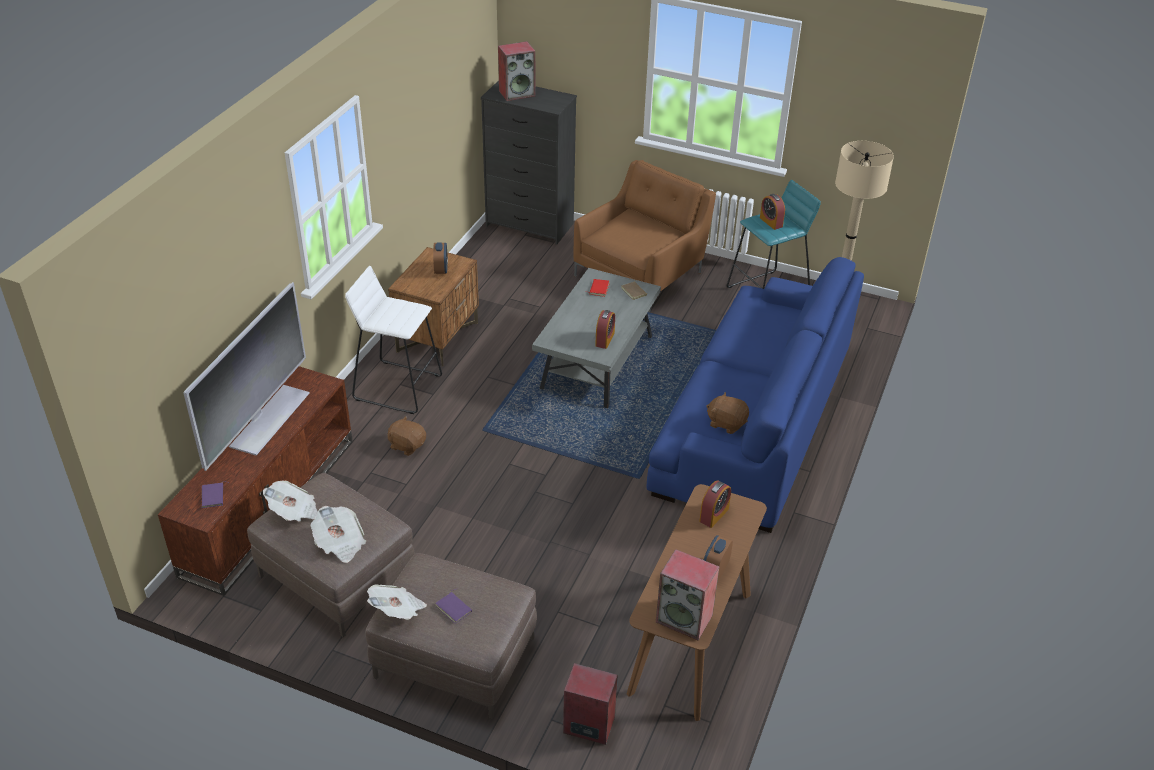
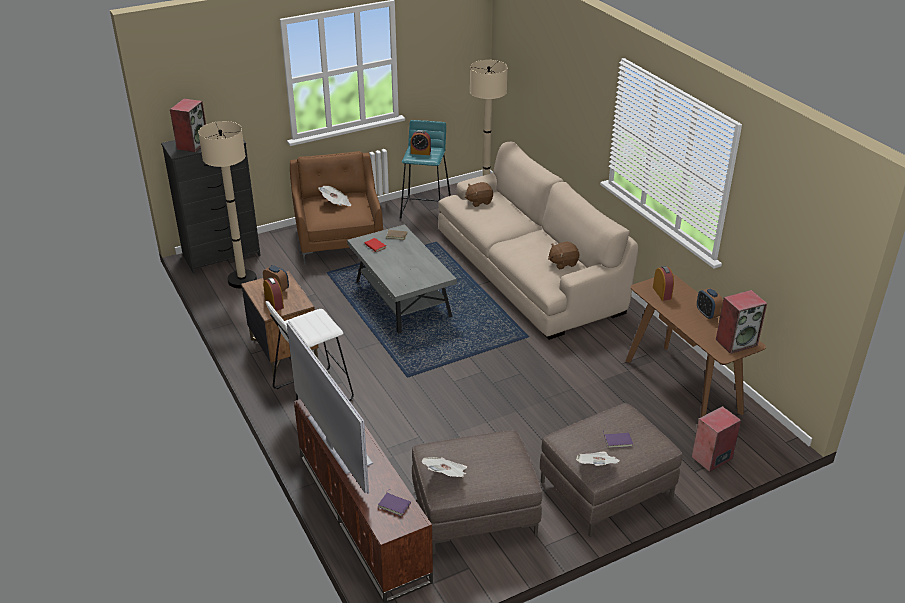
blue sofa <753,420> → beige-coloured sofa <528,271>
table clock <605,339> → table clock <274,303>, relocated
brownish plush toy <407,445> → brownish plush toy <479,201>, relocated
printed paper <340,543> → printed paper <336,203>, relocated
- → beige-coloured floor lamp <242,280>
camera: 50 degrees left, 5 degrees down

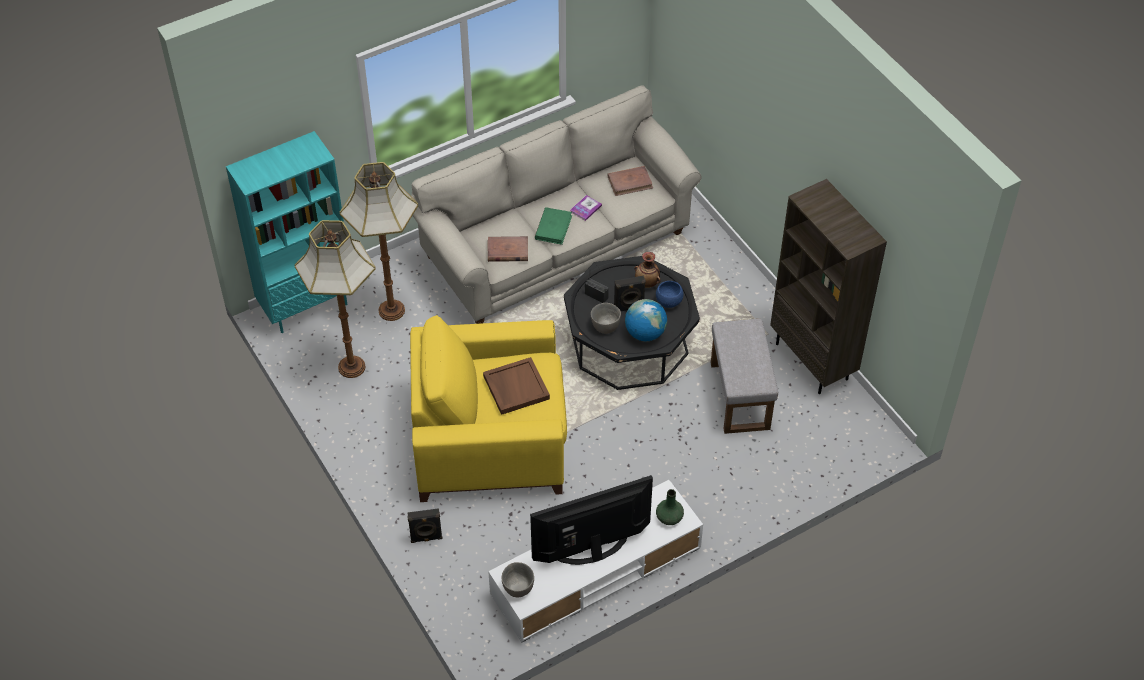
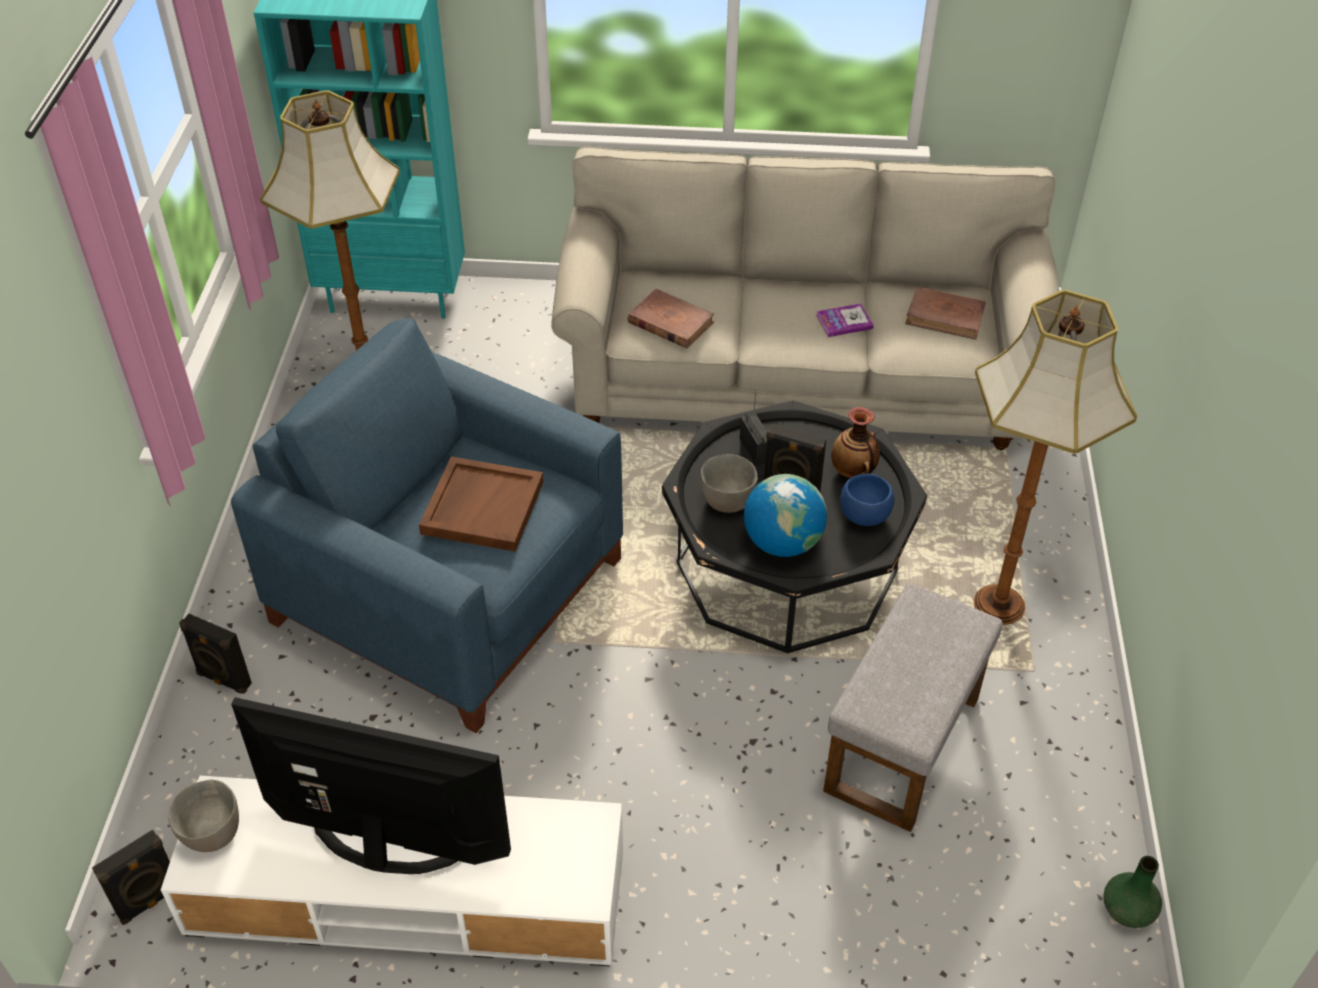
floor lamp <392,310> → floor lamp <1001,605>, relocated
brownish bookshelf <813,361> → -
green-coloured book <553,227> → -
yellowish easy chair <491,439> → blue easy chair <453,591>
green-coloured vase <669,517> → green-coloured vase <1128,909>, relocated
- → black audio speaker <150,902>
camera: 35 degrees right, 5 degrees down

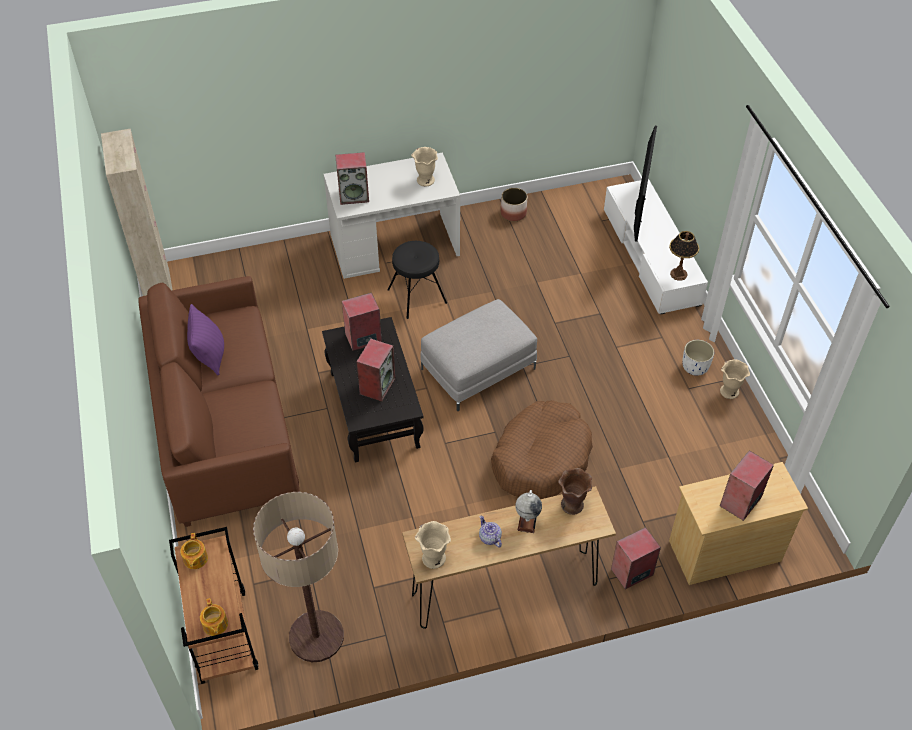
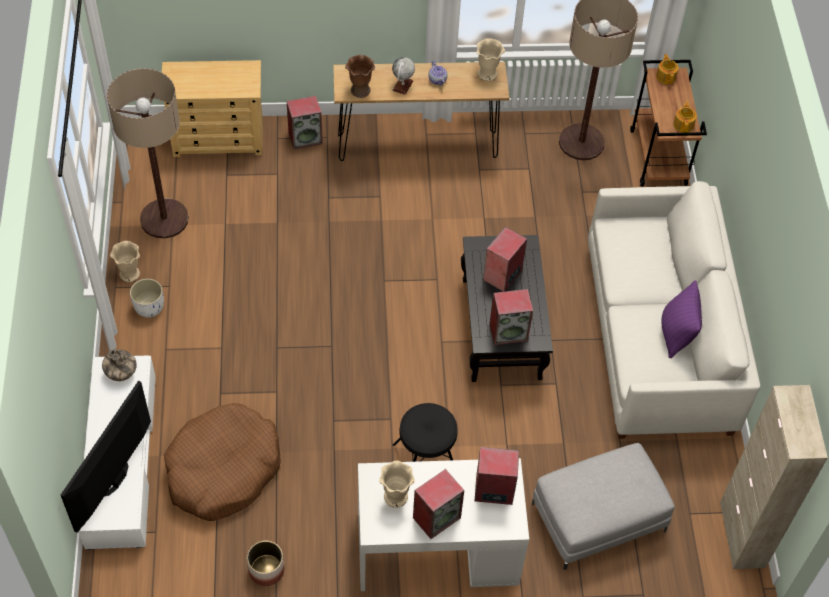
table lamp <678,274> → vase <121,373>
brownish sofa <225,428> → white sofa <658,339>
grey pouffe <478,368> → grey pouffe <598,518>, relocated
brownish dog cushion <541,458> → brownish dog cushion <223,469>, relocated
audio speaker <741,502> → audio speaker <436,517>, relocated
- → floor lamp <164,219>
camera: 170 degrees left, 5 degrees up

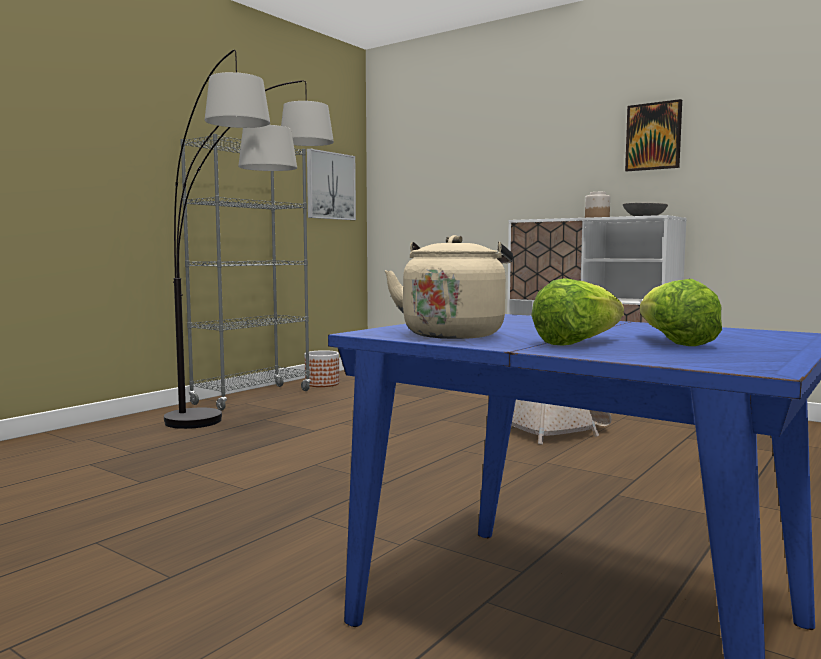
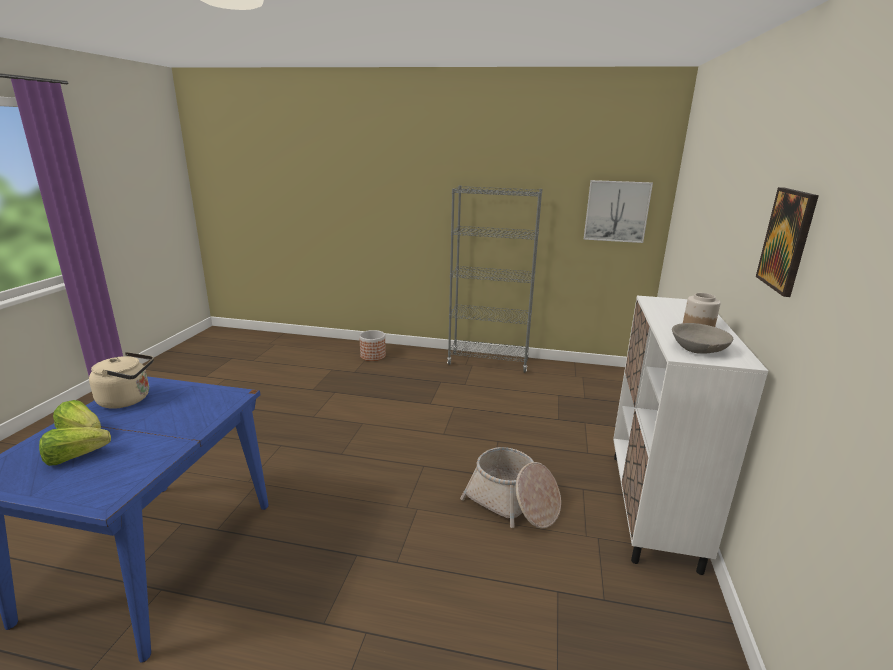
floor lamp <251,428> → -
planter <322,384> → planter <373,356>, relocated
camera: 65 degrees right, 15 degrees up

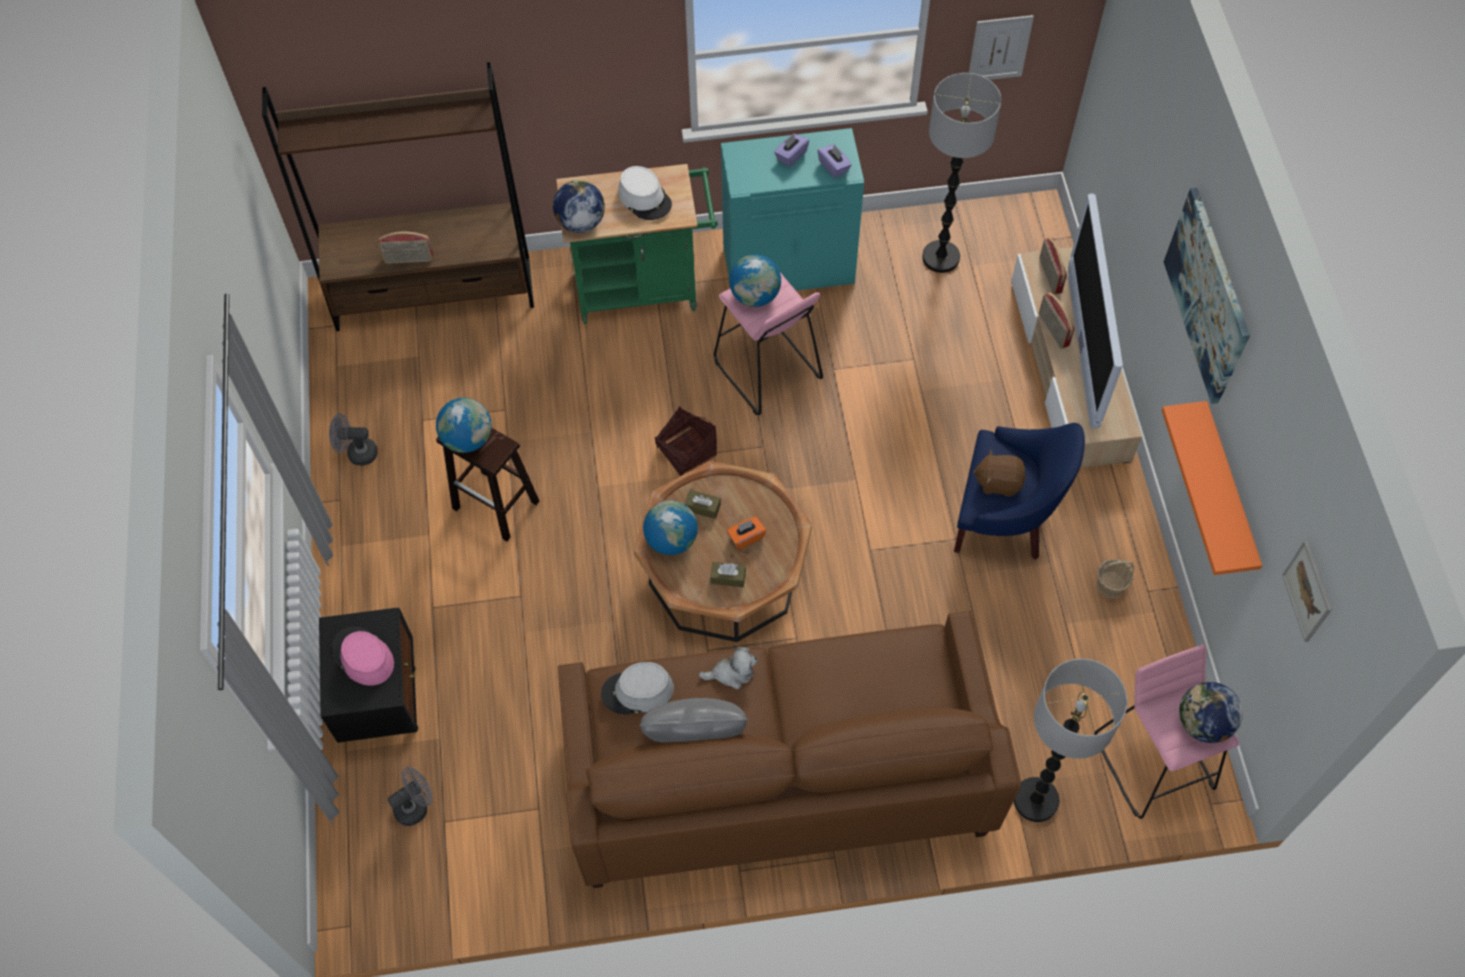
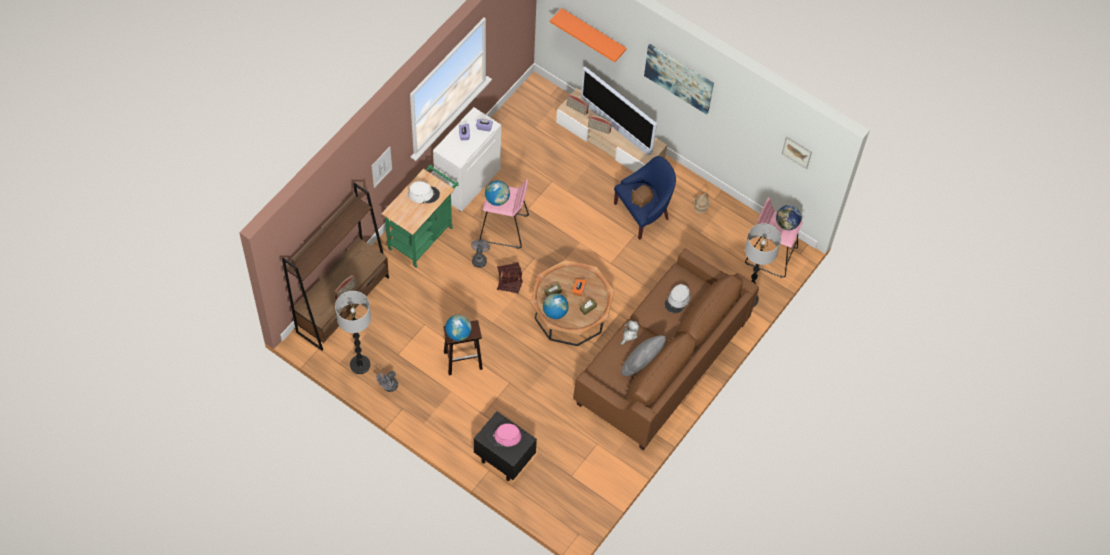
wall art <999,48> → wall art <381,167>, relocated
floor lamp <941,257> → floor lamp <360,365>, relocated
turquoise-coloured cabinet <789,265> → white cabinet <467,181>
globe <580,222> → -
orangey wall shelf <1228,492> → orangey wall shelf <593,33>, relocated
grey wearable hat <637,691> → grey wearable hat <677,300>, relocated
grey fan <415,806> → grey fan <479,259>, relocated
camera: 50 degrees left, 0 degrees up

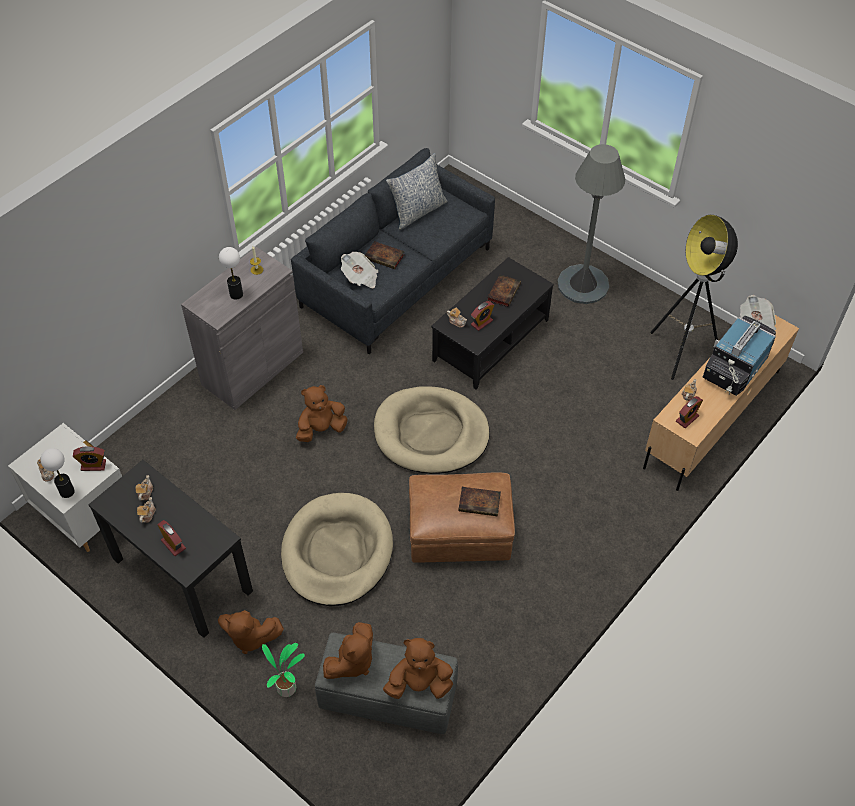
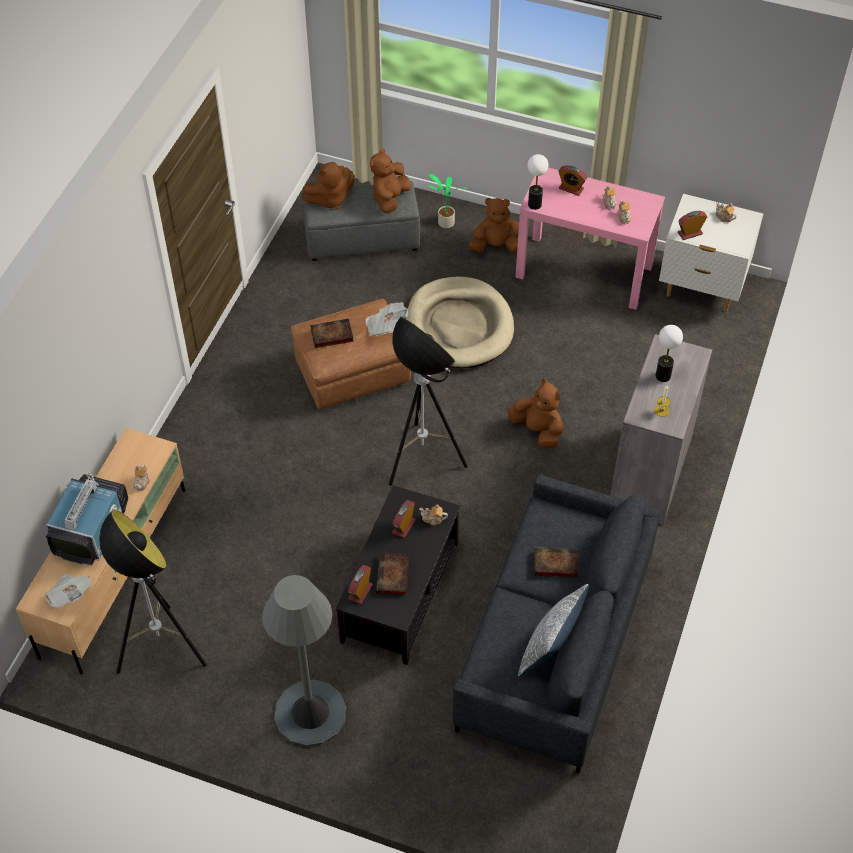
printed paper <360,277> → printed paper <385,327>, relocated
brownish plush toy <321,429> → brownish plush toy <537,430>, 90 degrees counterclockwise
beige-coloured dog cushion <431,433> → floor lamp <421,460>
table clock <687,419> → table clock <360,592>, relocated
table lamp <67,492> → table lamp <534,204>, relocated
black hall table <181,574> → pink-coloured hall table <584,271>
camera: 160 degrees right, 0 degrees up

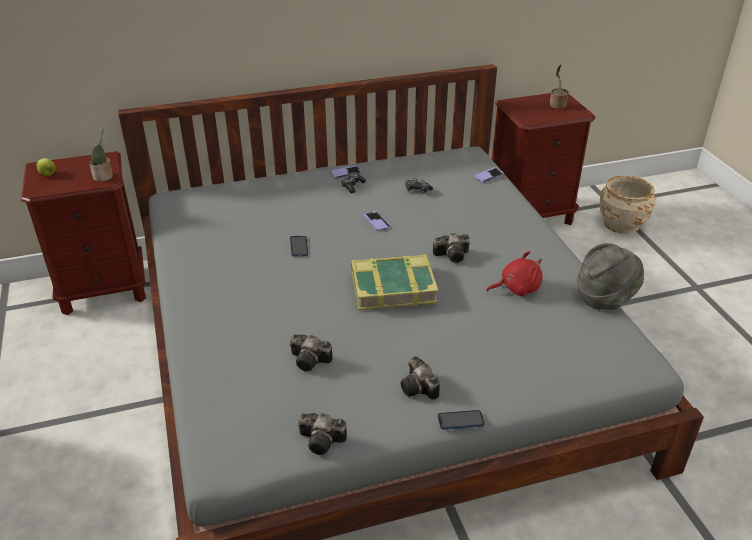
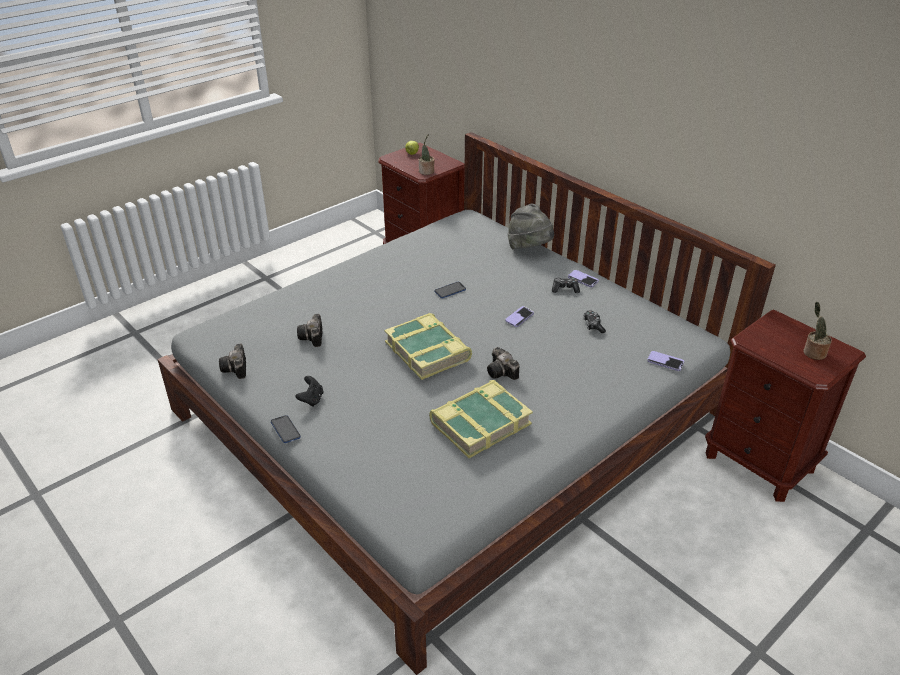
beige-coloured planter <622,224> → -
grey wearable hat <605,298> → grey wearable hat <529,249>, relocated
reddish plush toy <517,288> → book <479,423>
photo camera <419,389> → black joypad <311,399>
camera: 65 degrees right, 0 degrees up

